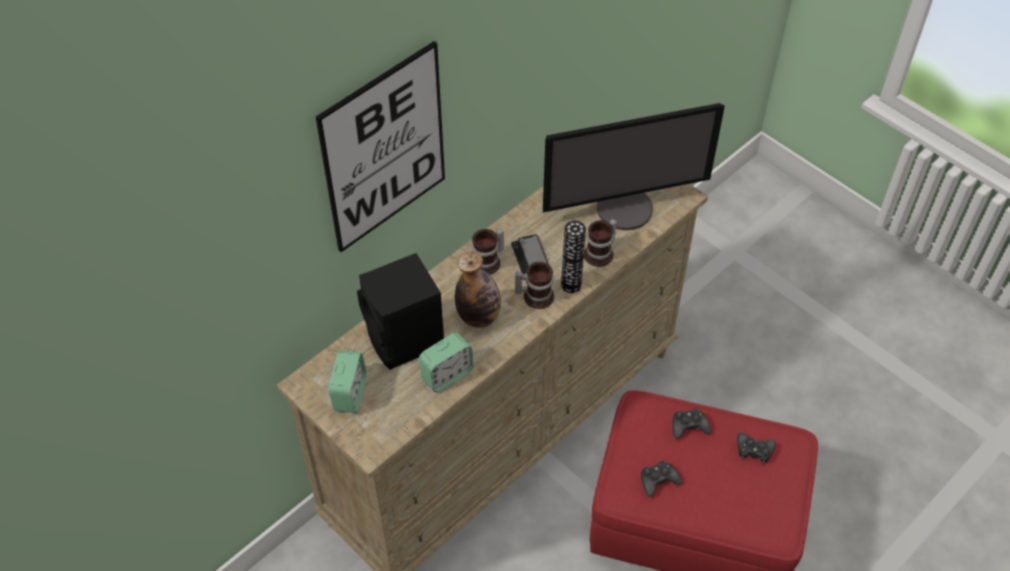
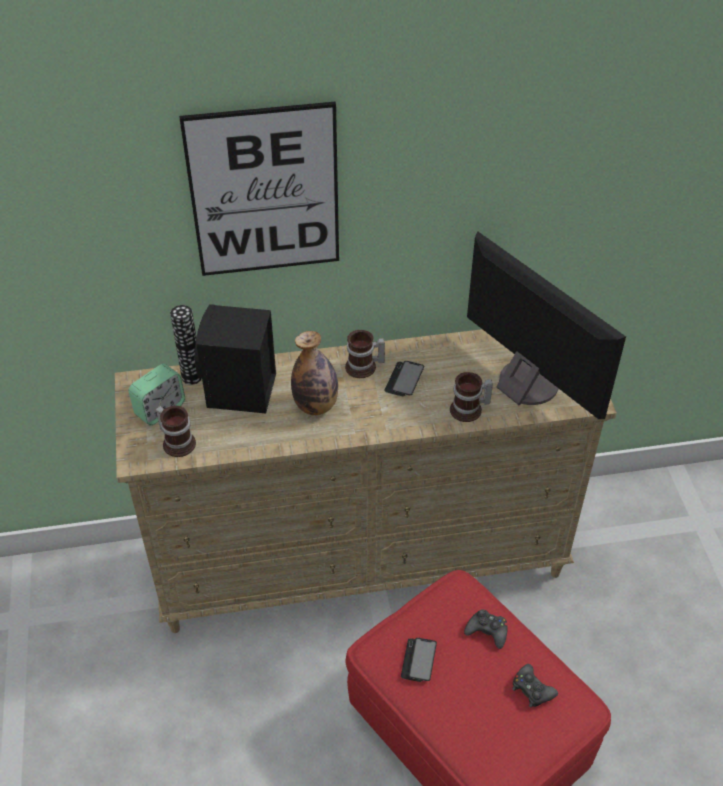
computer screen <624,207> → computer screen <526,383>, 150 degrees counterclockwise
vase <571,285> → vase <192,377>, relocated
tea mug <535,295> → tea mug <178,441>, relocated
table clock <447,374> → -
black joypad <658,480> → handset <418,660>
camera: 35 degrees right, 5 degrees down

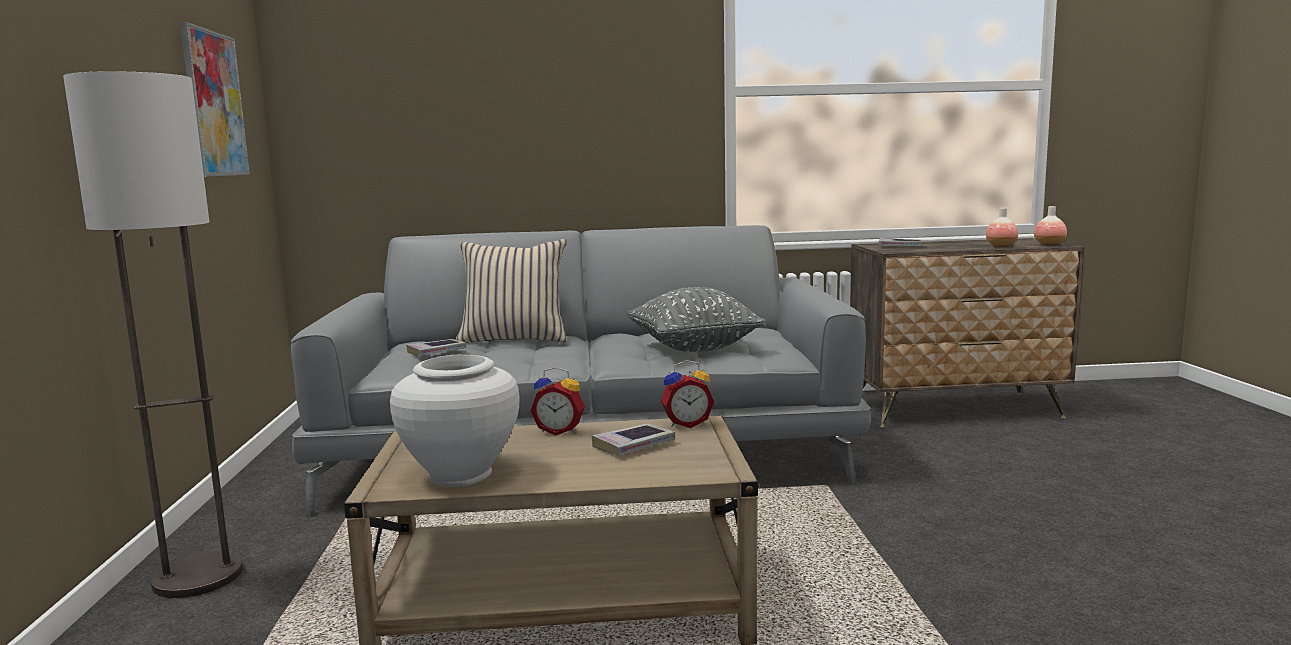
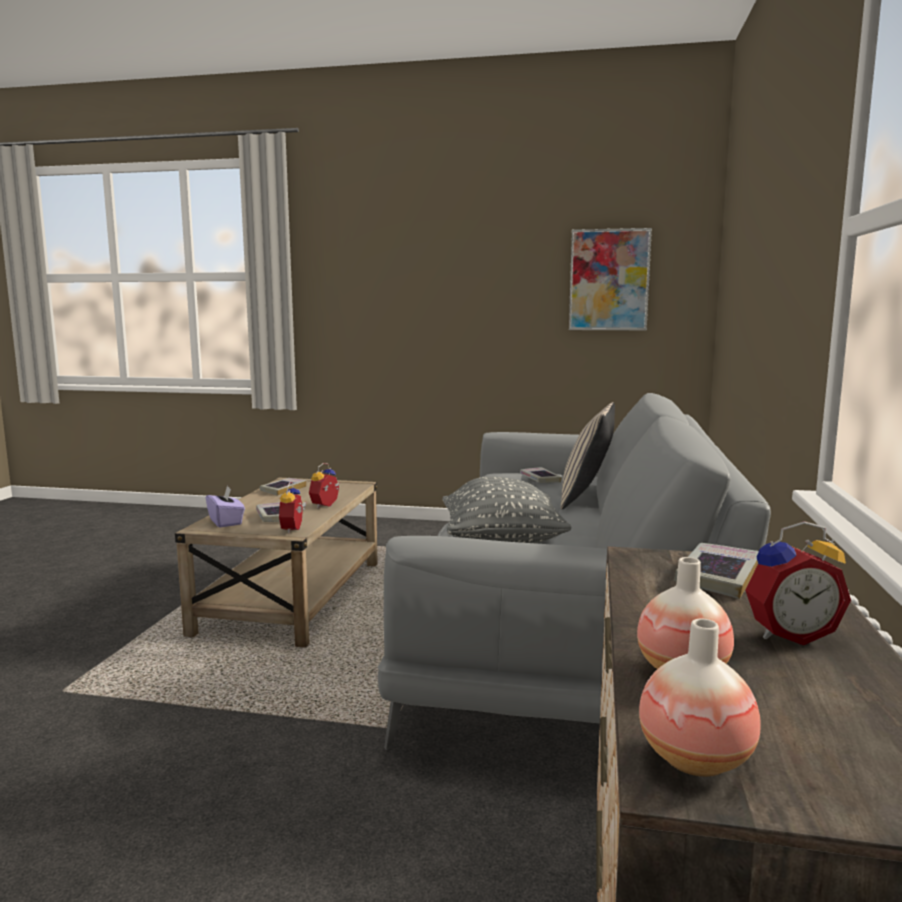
floor lamp <198,577> → -
white vase <460,475> → book <283,489>
- → purple-coloured box of tissues <226,522>
- → table clock <789,634>
camera: 105 degrees right, 0 degrees up

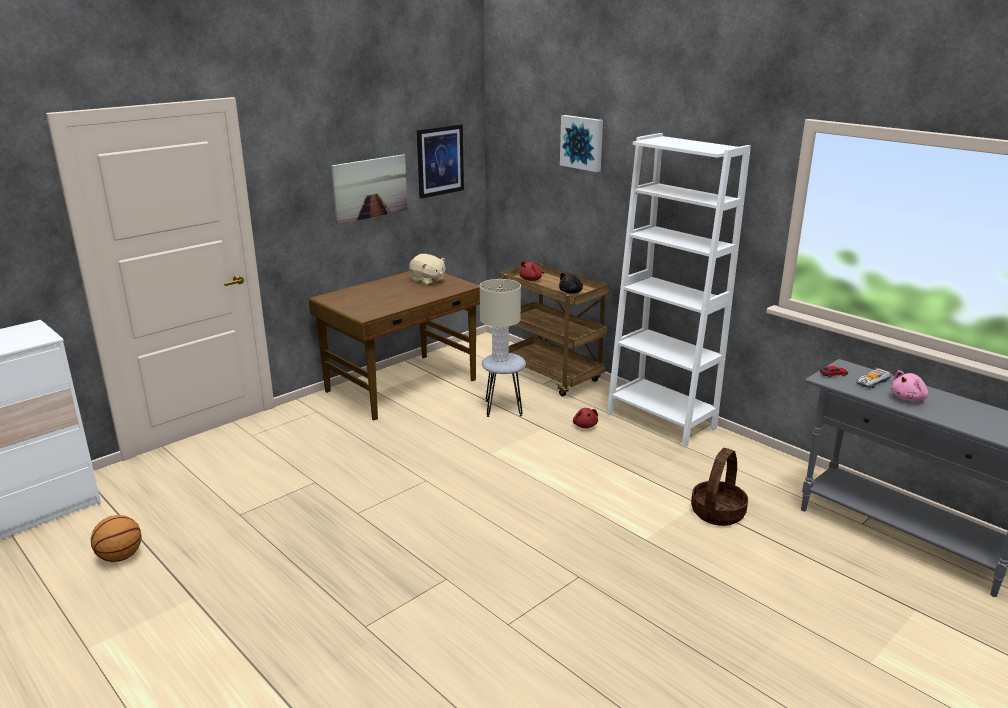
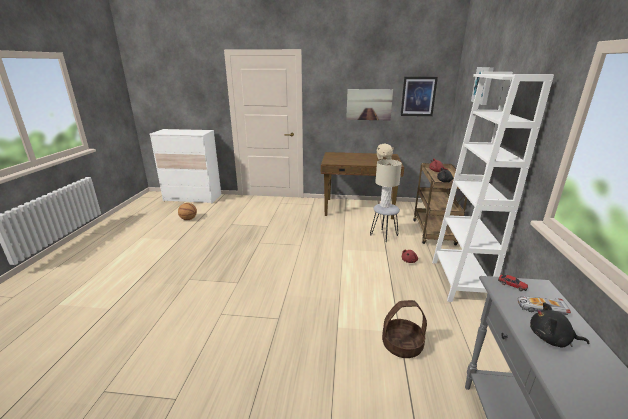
pink-coloured plush toy <908,398> → black plush toy <551,339>
camera: 50 degrees right, 0 degrees up

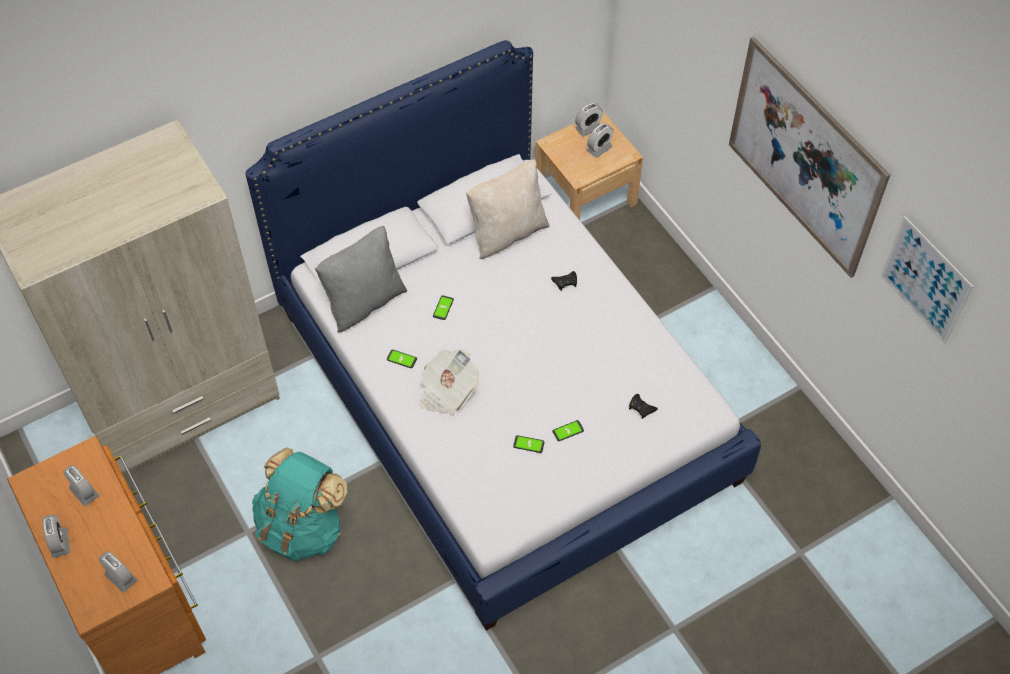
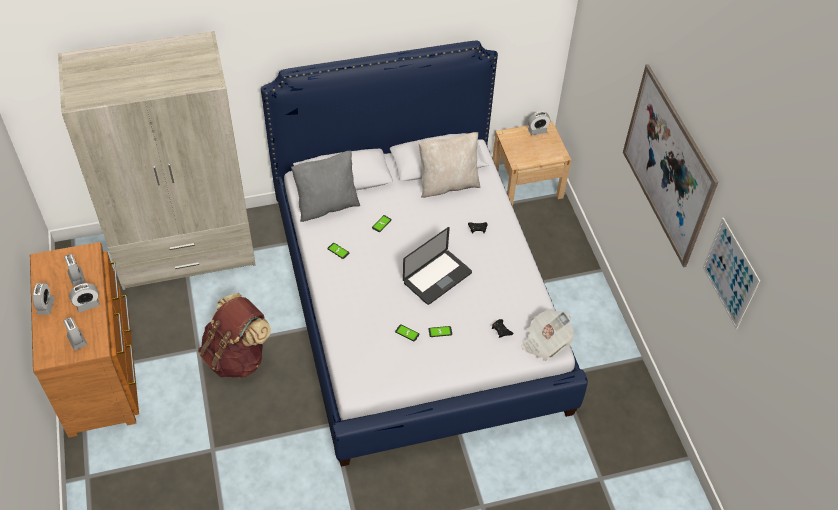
table clock <599,149> → table clock <87,304>, relocated
printed paper <447,391> → printed paper <545,342>, relocated
turquoise-coloured knapsack <302,527> → brownish knapsack <237,356>
- → laptop <437,278>
camera: 15 degrees right, 5 degrees down

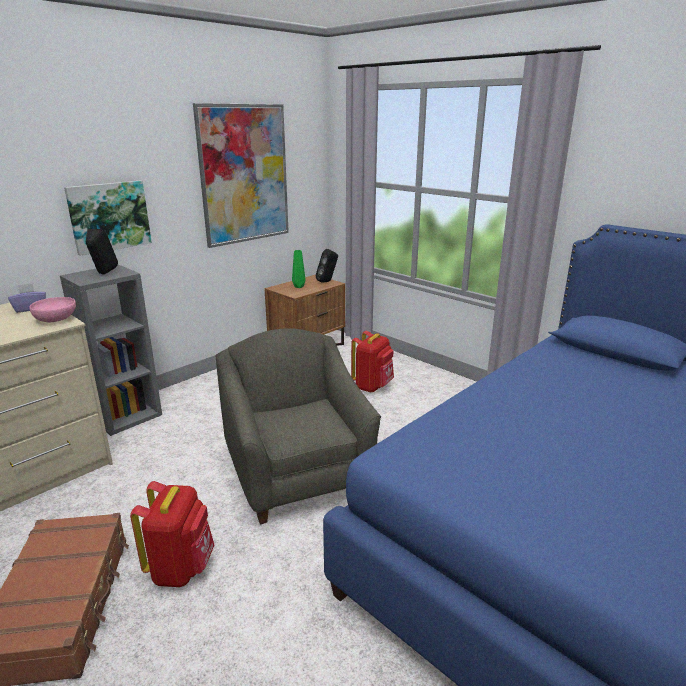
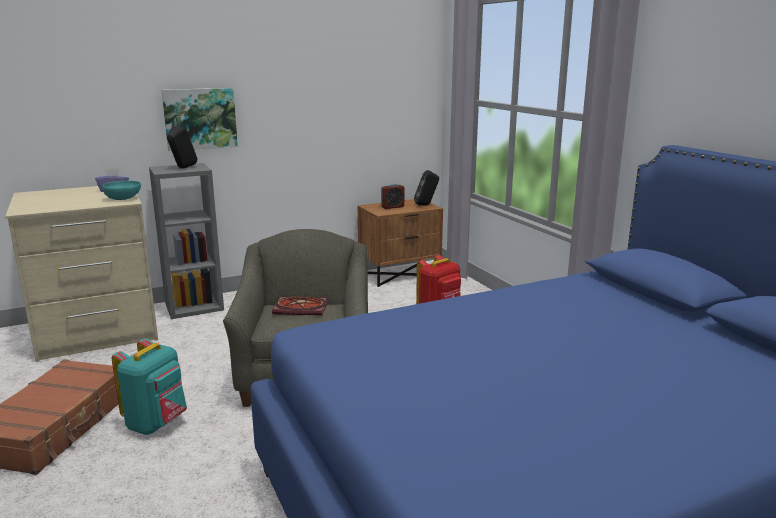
wall art <244,175> → -
green-coloured vase <299,287> → table clock <392,207>
pink-coloured deep dish <56,319> → turquoise-coloured deep dish <123,198>
reddish knapsack <181,568> → turquoise-coloured knapsack <157,423>
- → book <302,308>
camera: 20 degrees right, 5 degrees down

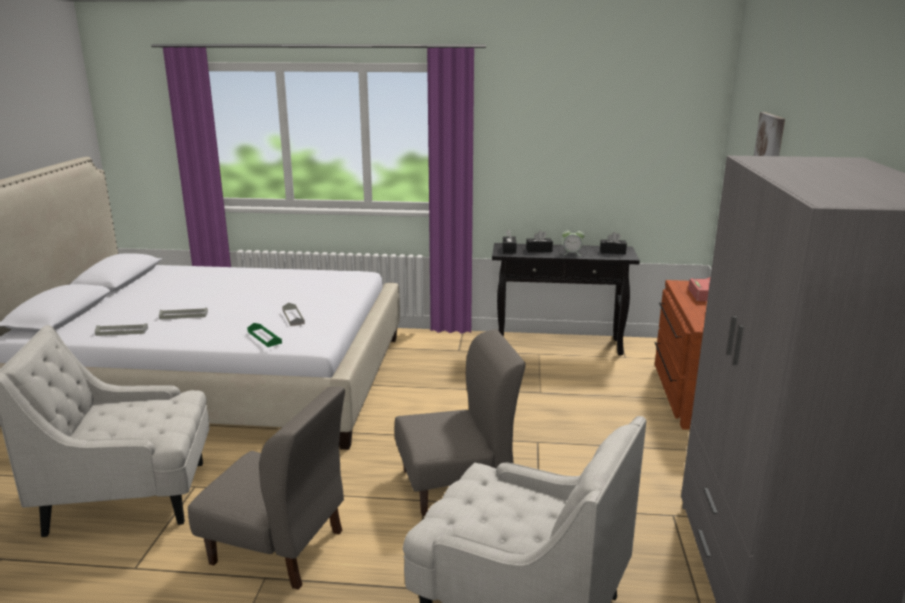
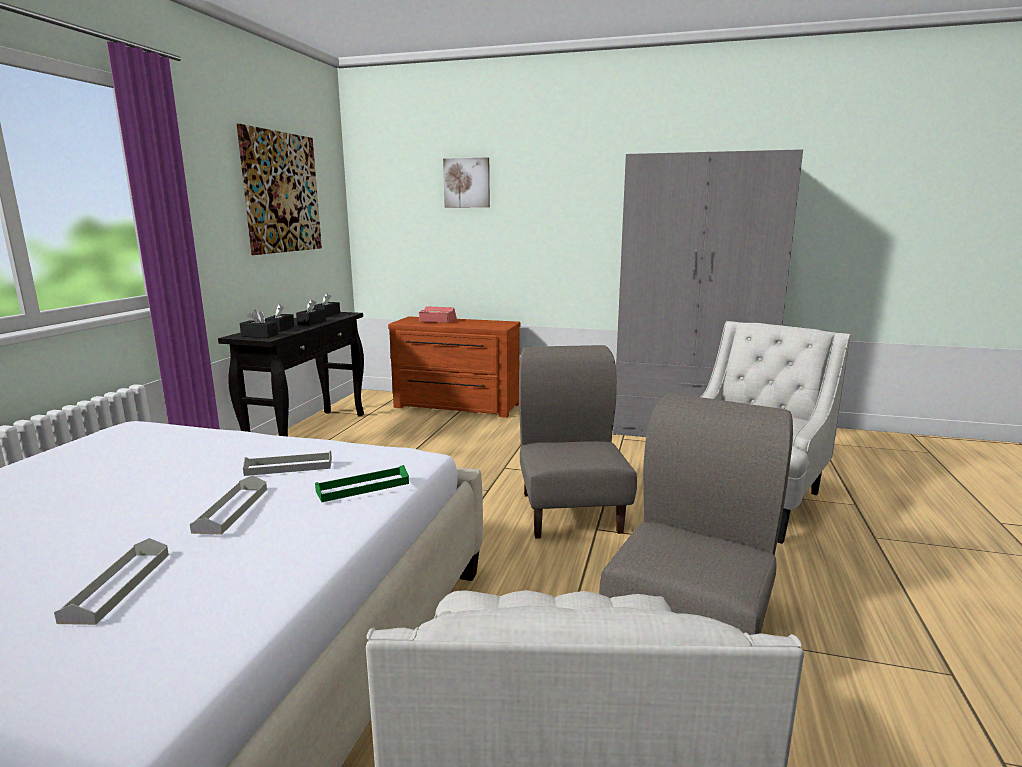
table clock <572,253> → black box of tissues <312,323>
grey carrying tray <122,331> → grey carrying tray <231,510>, relocated
- → wall art <281,193>
camera: 80 degrees left, 5 degrees down

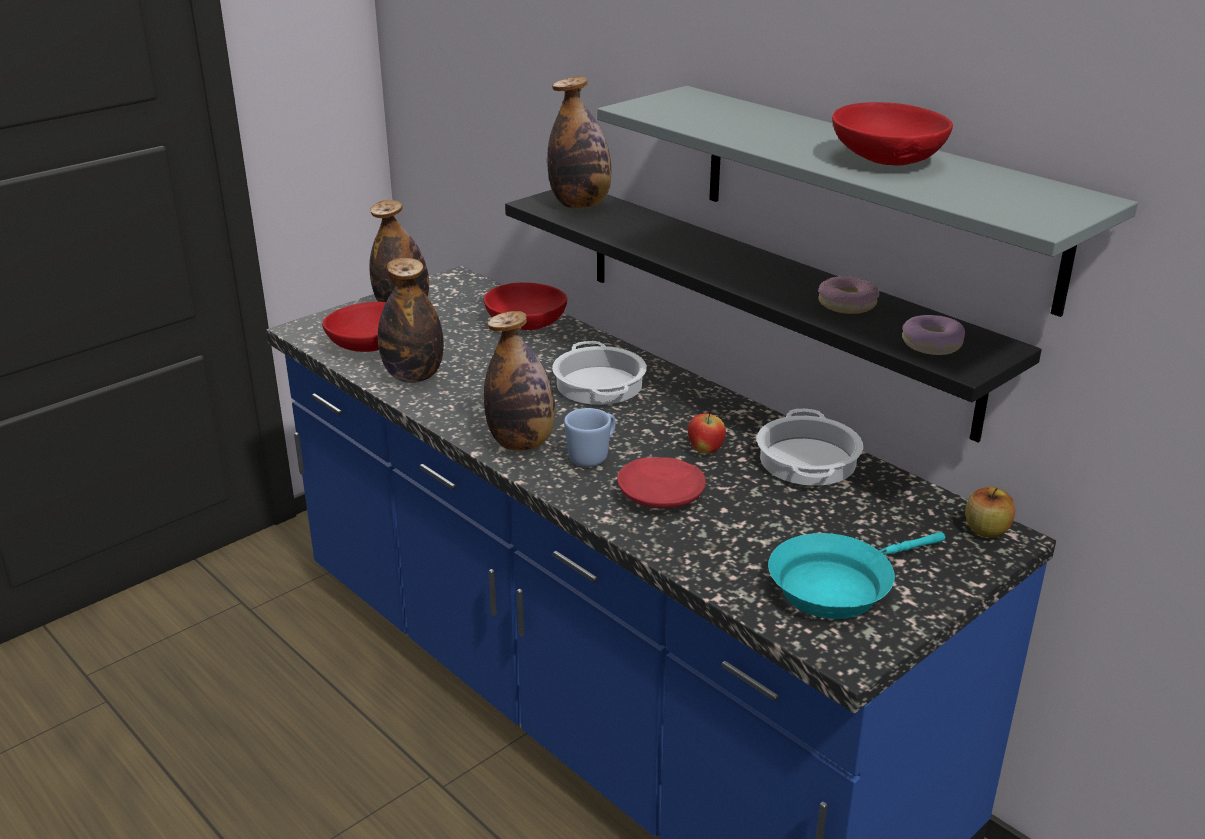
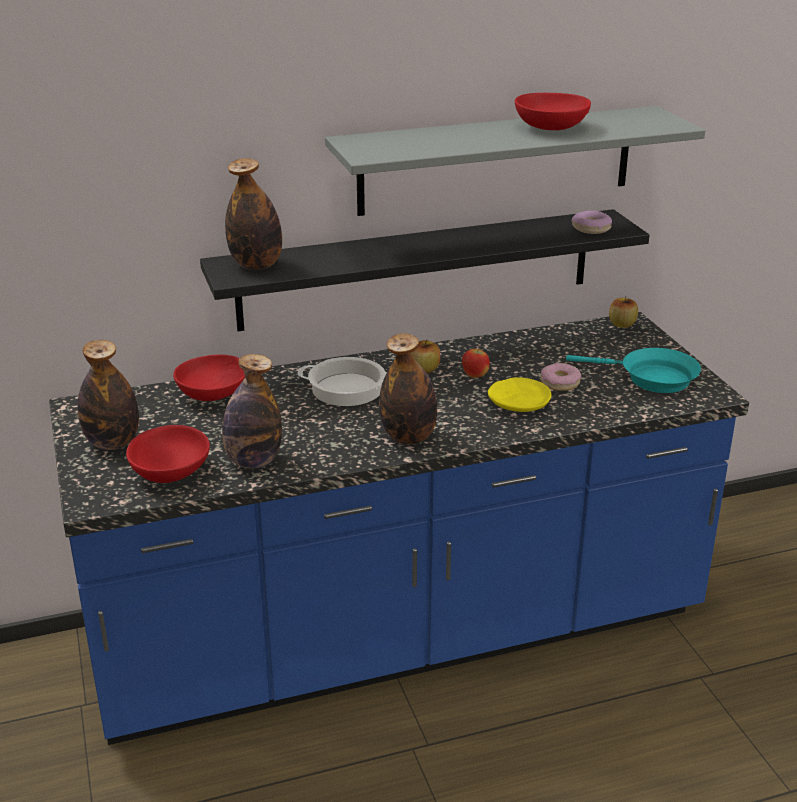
doughnut <847,304> → doughnut <559,383>, relocated
blue tea mug <593,456> → -
stockpot <809,461> → -
reddish flat dish <661,495> → yellowish flat dish <519,404>
turquoise-coloured skillet <837,585> → turquoise-coloured skillet <651,378>, 60 degrees counterclockwise
- → apple fruit <424,369>
camera: 65 degrees left, 0 degrees up

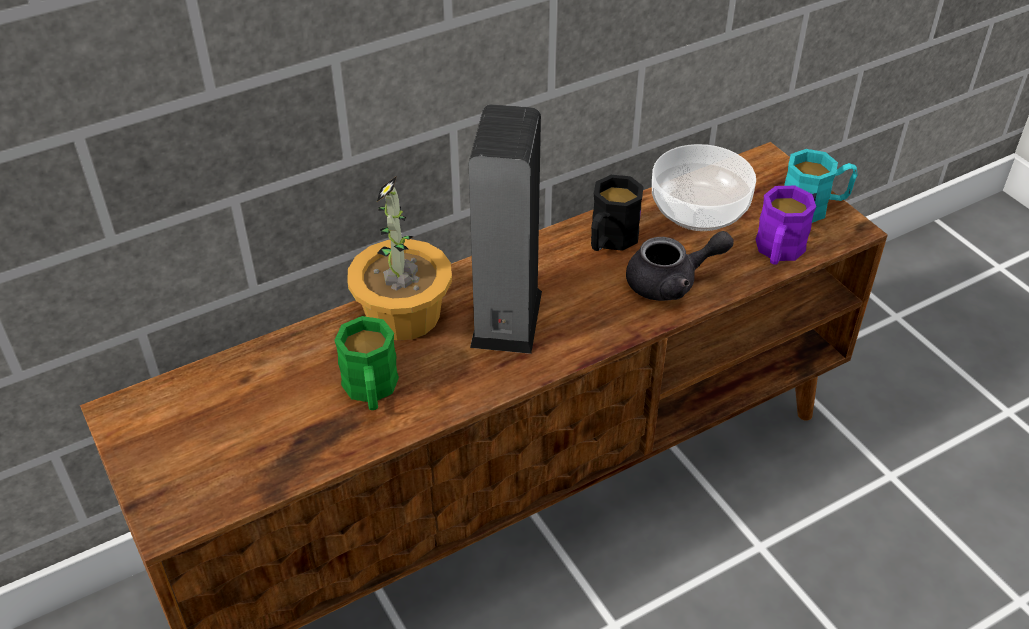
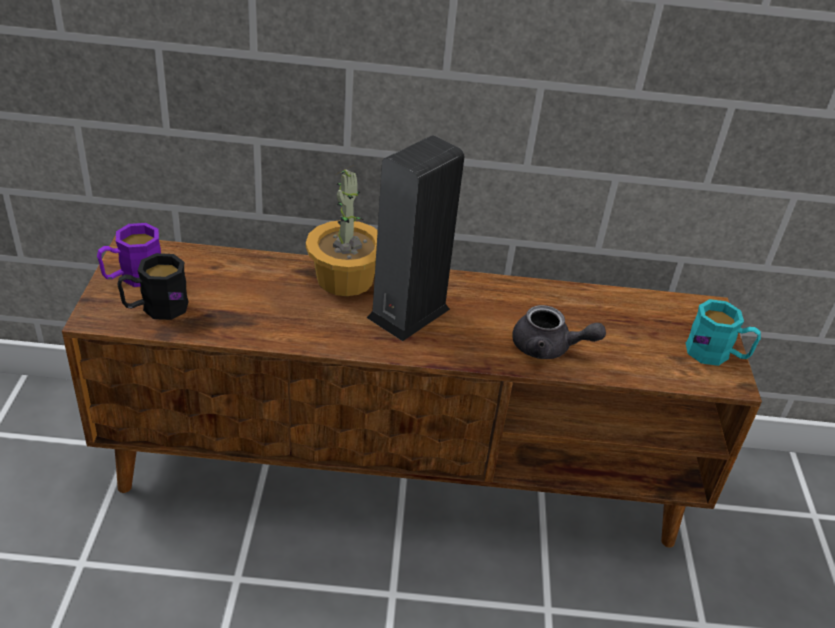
deep dish <698,209> → -
black tea mug <609,240> → black tea mug <155,308>, relocated
purple-coloured tea mug <778,252> → purple-coloured tea mug <133,277>, relocated
green-coloured tea mug <371,391> → -
camera: 30 degrees right, 5 degrees down

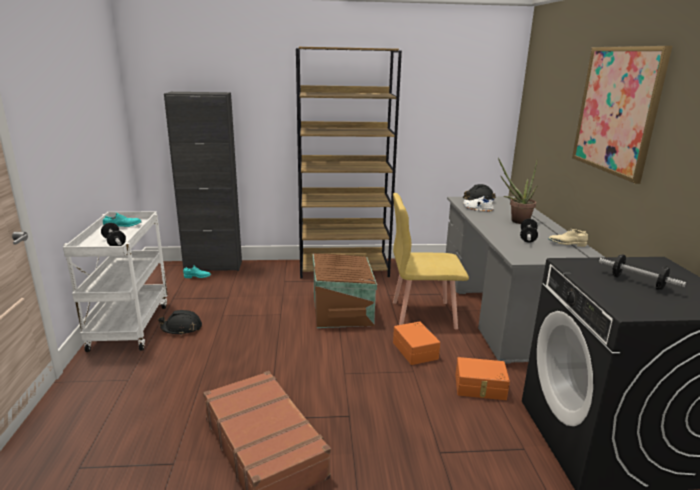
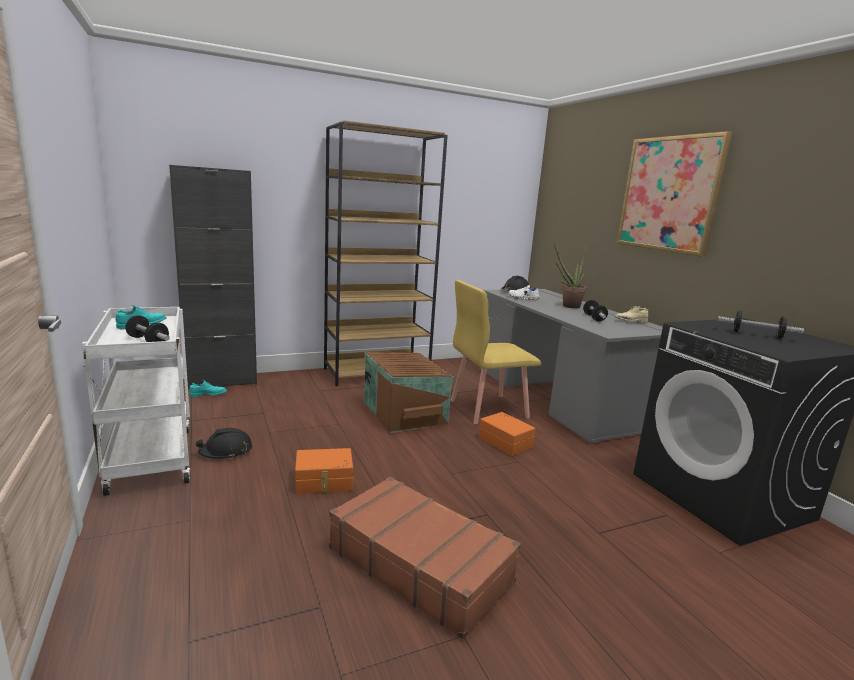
orangey storage bin <480,388> → orangey storage bin <324,482>, relocated
camera: 20 degrees left, 5 degrees down

